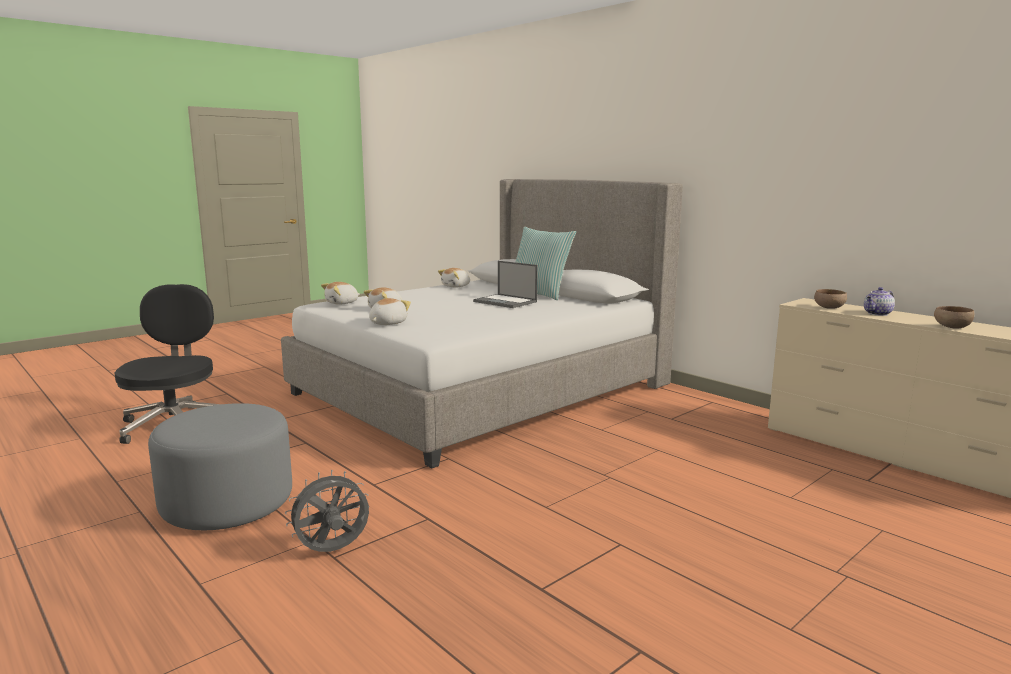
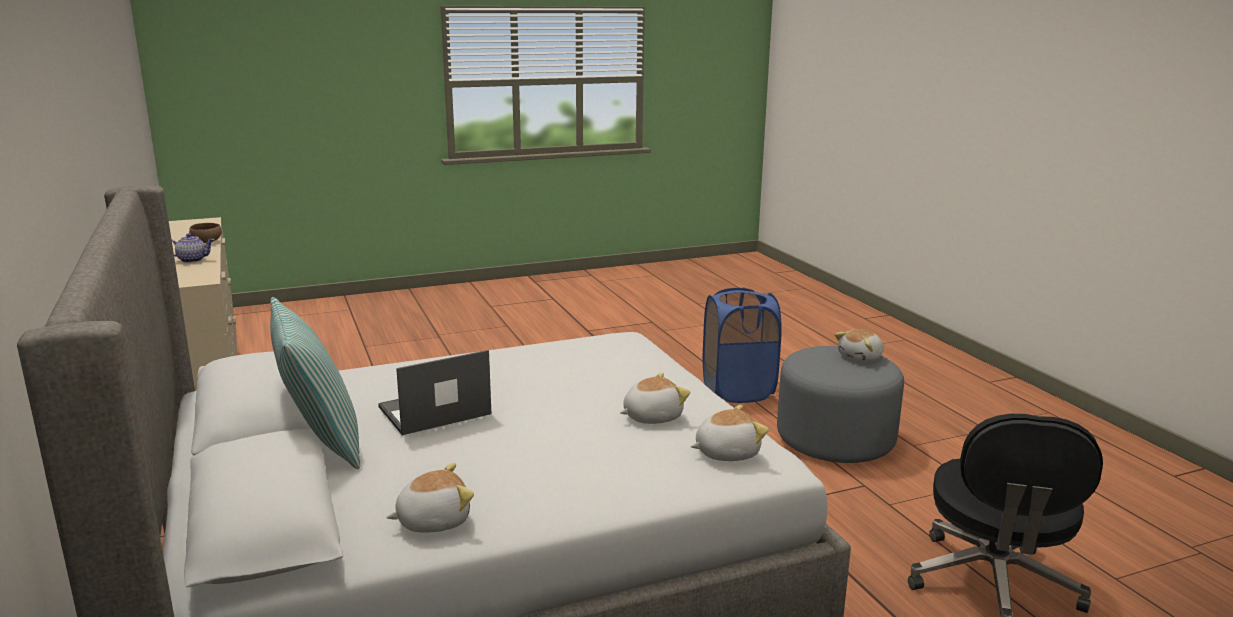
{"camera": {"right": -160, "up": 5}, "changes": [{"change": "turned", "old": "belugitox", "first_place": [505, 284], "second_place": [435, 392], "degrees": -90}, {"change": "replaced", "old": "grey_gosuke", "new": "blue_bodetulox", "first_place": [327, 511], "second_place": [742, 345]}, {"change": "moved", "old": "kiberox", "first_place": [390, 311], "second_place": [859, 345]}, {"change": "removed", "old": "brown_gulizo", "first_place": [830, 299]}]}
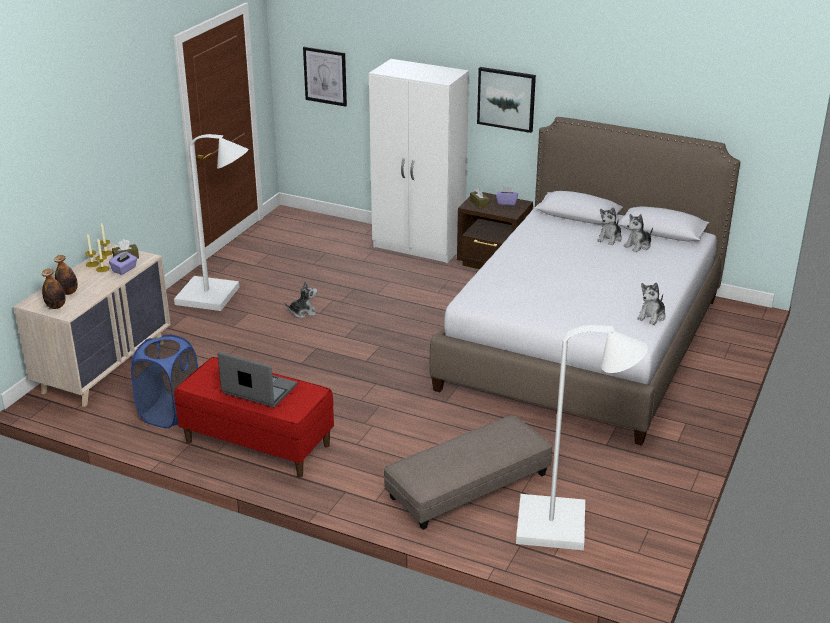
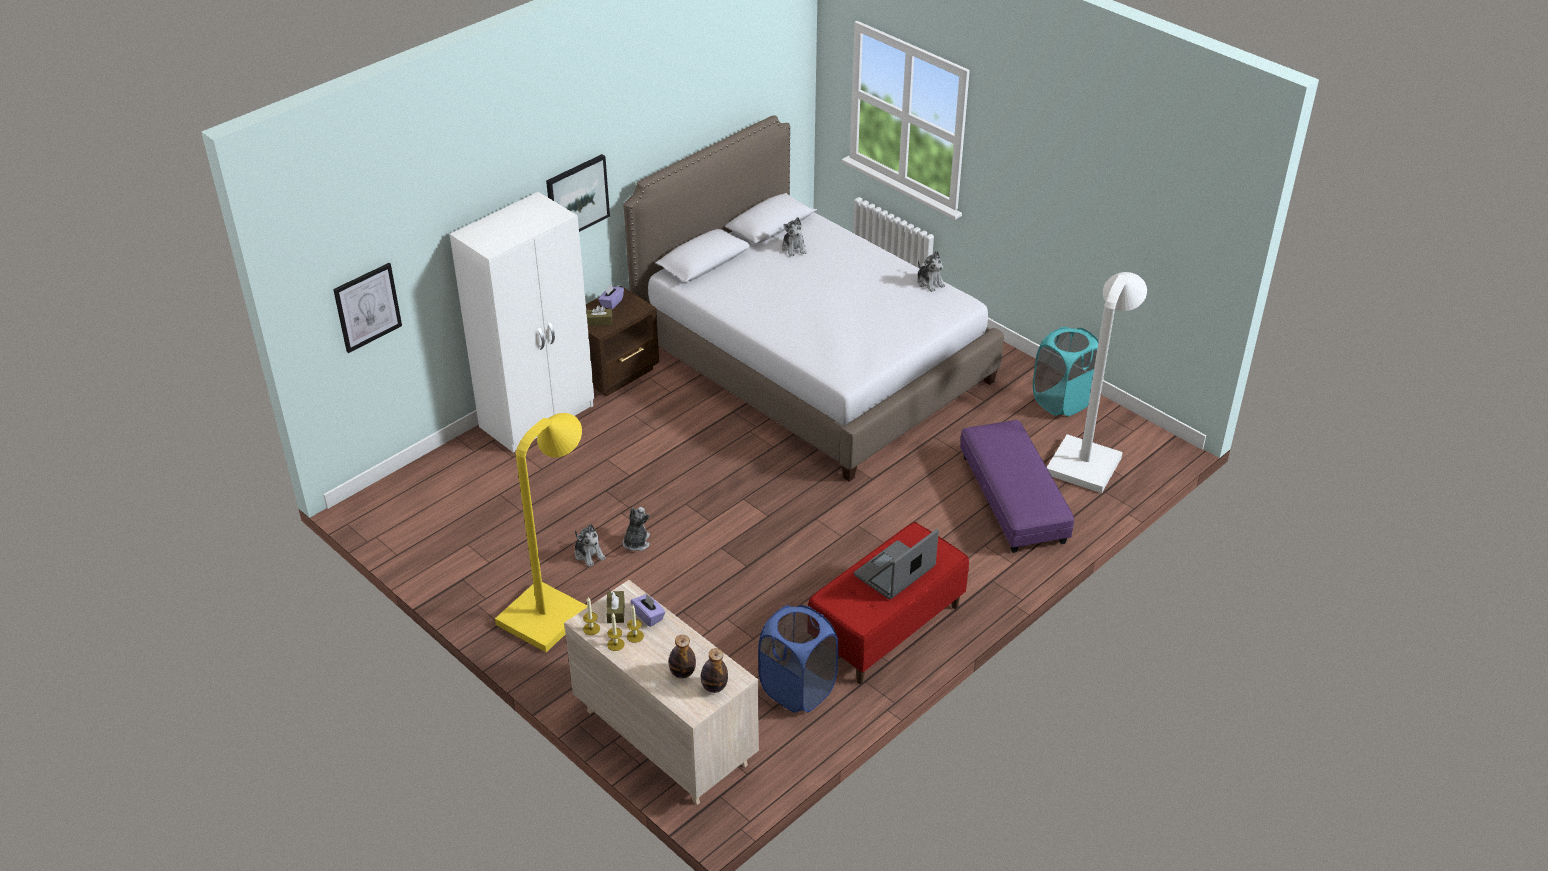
{"camera": {"right": -70, "up": 10}, "changes": [{"change": "recoloured", "old": "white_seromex", "new": "yellow_seromex", "first_place": [211, 222], "second_place": [541, 532]}, {"change": "moved", "old": "kiberox", "first_place": [609, 226], "second_place": [590, 545]}, {"change": "recoloured", "old": "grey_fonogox", "new": "purple_fonogox", "first_place": [468, 472], "second_place": [1017, 486]}, {"change": "added", "new": "turquoise_bodetulox", "second_place": [1066, 371]}]}
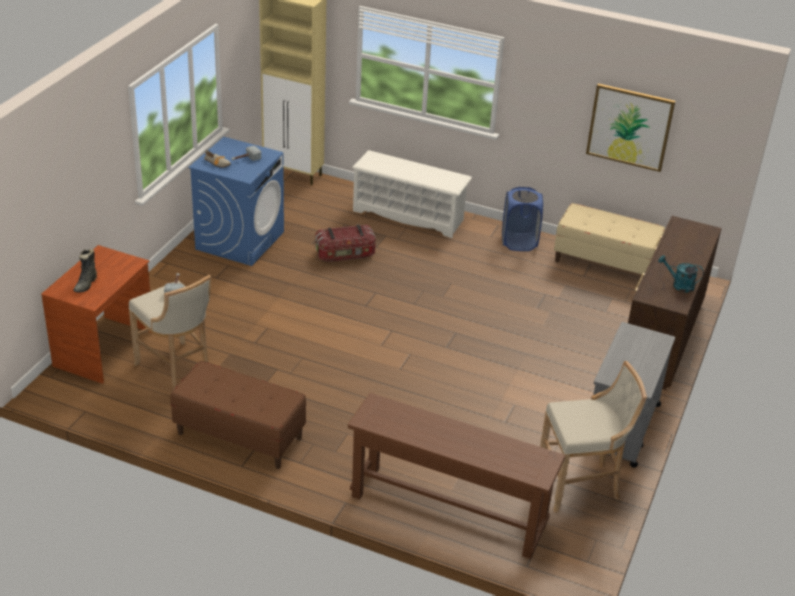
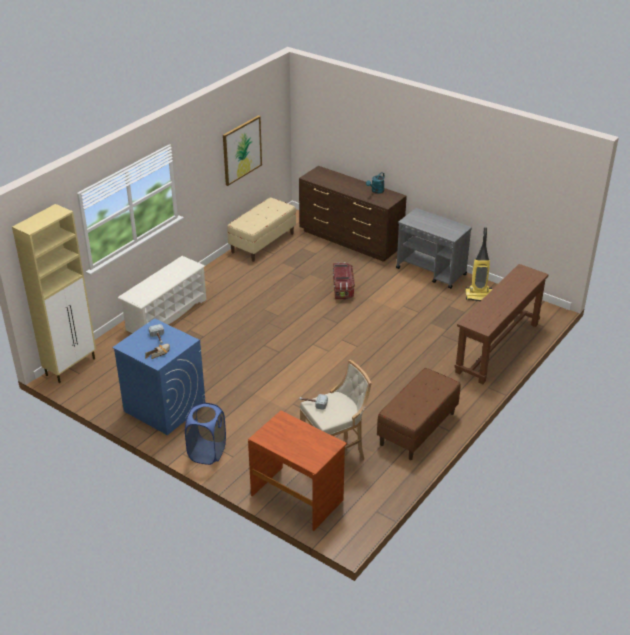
{"camera": {"right": -75, "up": 0}, "changes": [{"change": "moved", "old": "blue_bodetulox", "first_place": [522, 219], "second_place": [205, 434]}, {"change": "moved", "old": "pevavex", "first_place": [345, 243], "second_place": [344, 280]}, {"change": "replaced", "old": "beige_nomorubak", "new": "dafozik", "first_place": [593, 436], "second_place": [478, 264]}, {"change": "removed", "old": "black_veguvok", "first_place": [85, 271]}]}
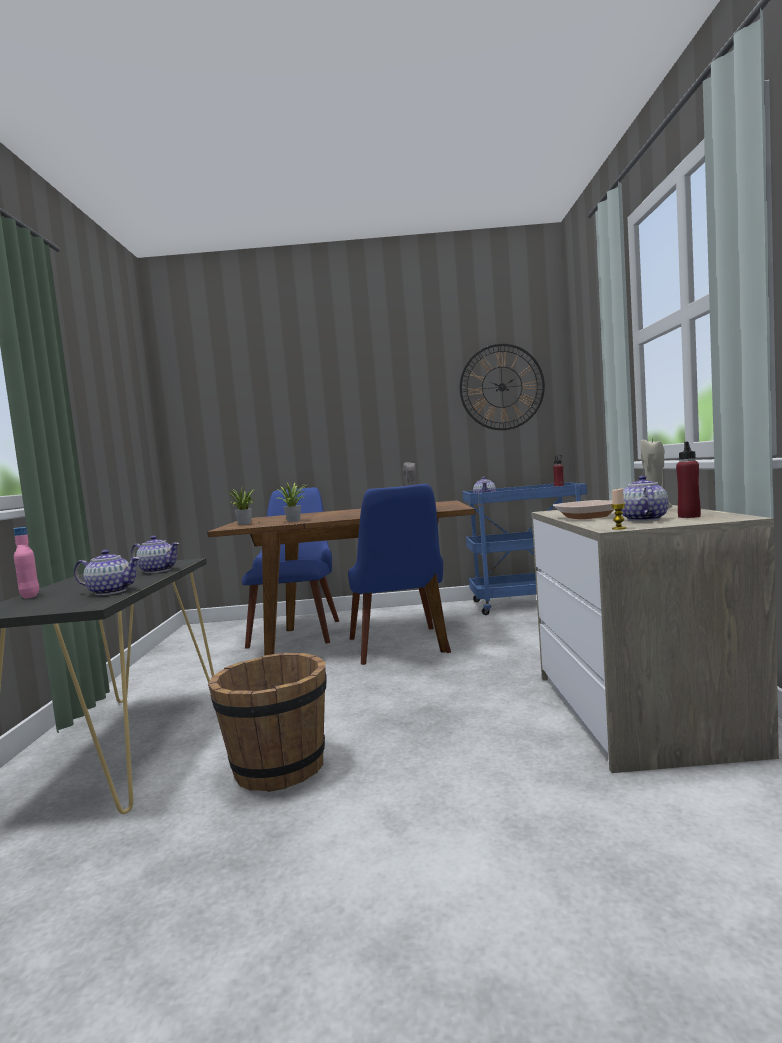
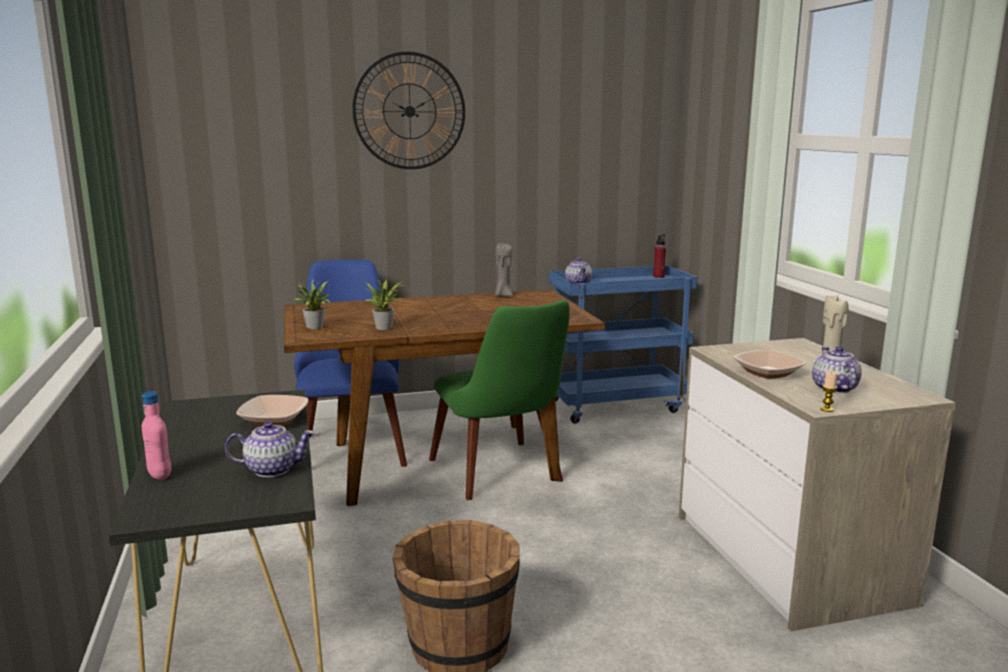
{"camera": {"right": -15, "up": 10}, "changes": [{"change": "replaced", "old": "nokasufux", "new": "gulizo", "first_place": [155, 554], "second_place": [272, 410]}, {"change": "moved", "old": "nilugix", "first_place": [502, 387], "second_place": [408, 110]}, {"change": "recoloured", "old": "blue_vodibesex", "new": "green_vodibesex", "first_place": [399, 574], "second_place": [499, 400]}, {"change": "removed", "old": "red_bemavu", "first_place": [688, 479]}]}
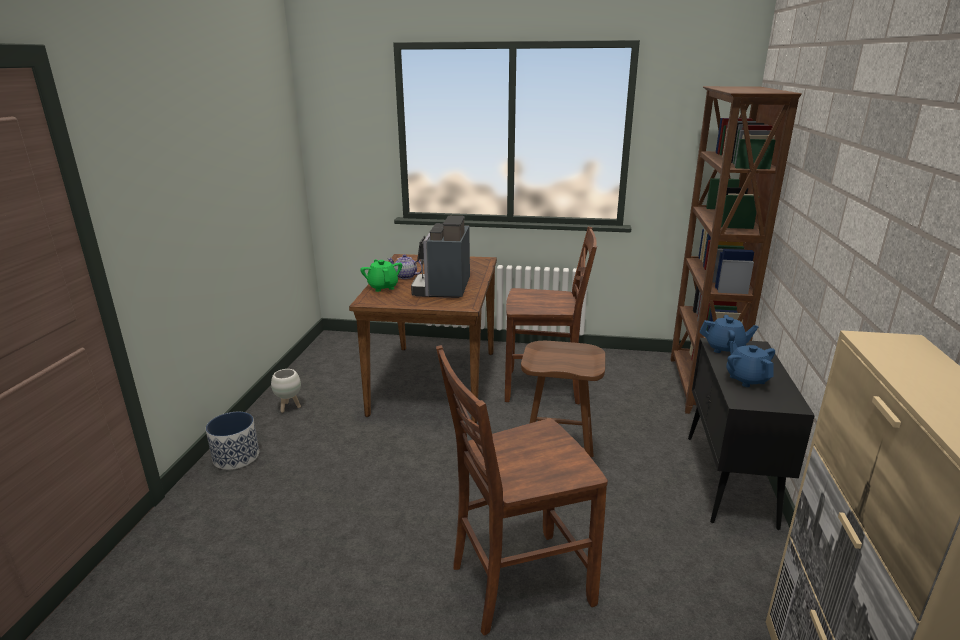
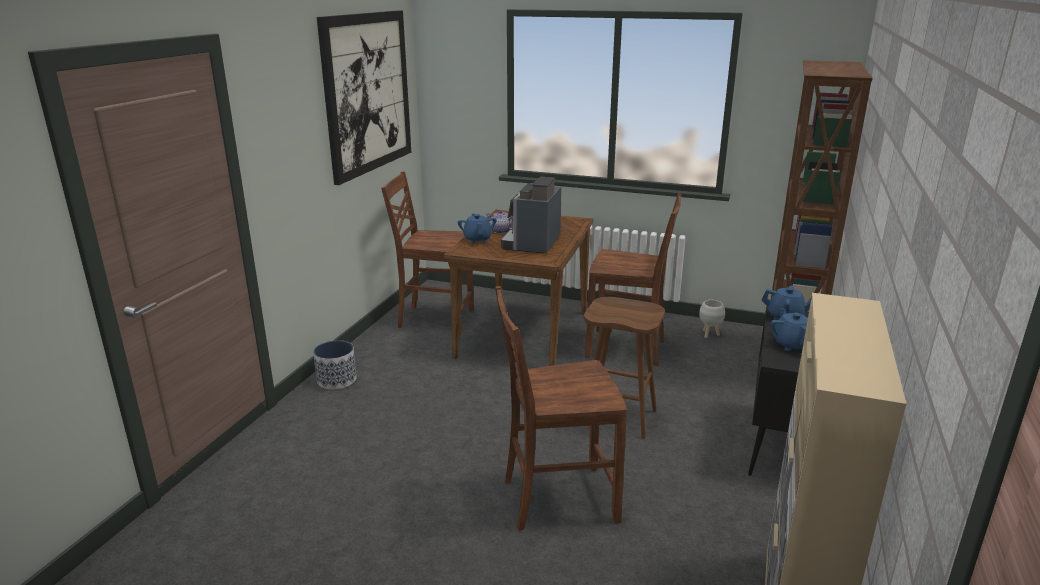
{"camera": {"right": 10, "up": 0}, "changes": [{"change": "added", "new": "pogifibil", "second_place": [364, 97]}, {"change": "added", "new": "brown_vodibesex", "second_place": [427, 253]}, {"change": "recoloured", "old": "green_nokasufux", "new": "blue_nokasufux", "first_place": [381, 275], "second_place": [477, 228]}, {"change": "moved", "old": "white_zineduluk", "first_place": [286, 391], "second_place": [712, 319]}]}
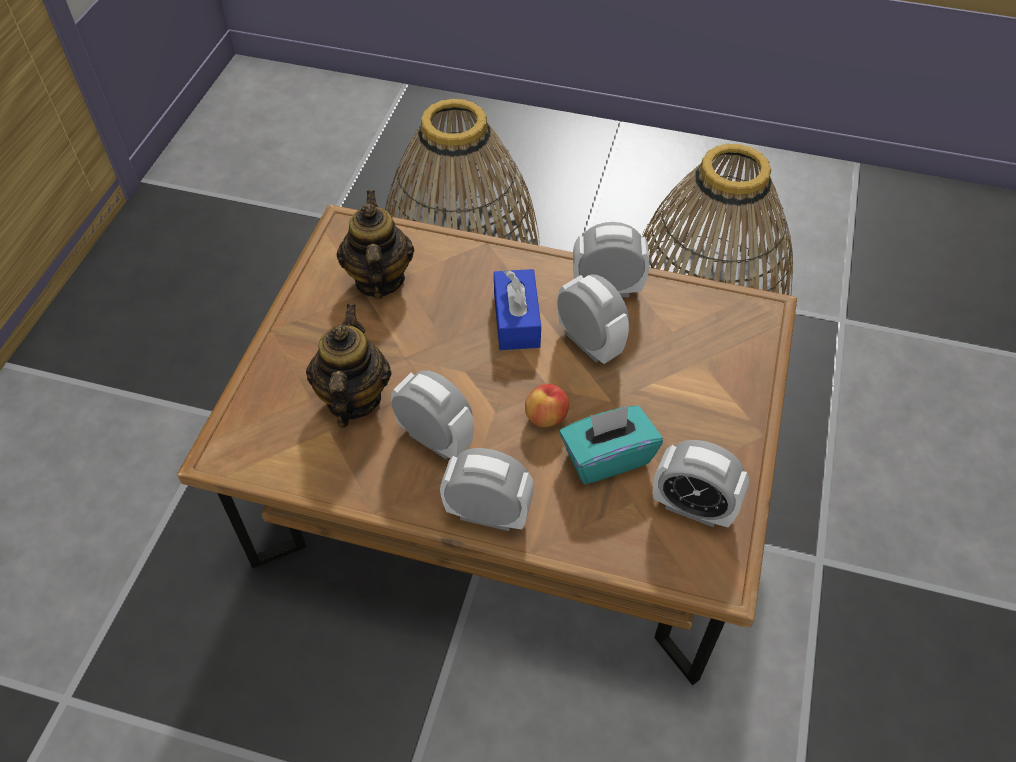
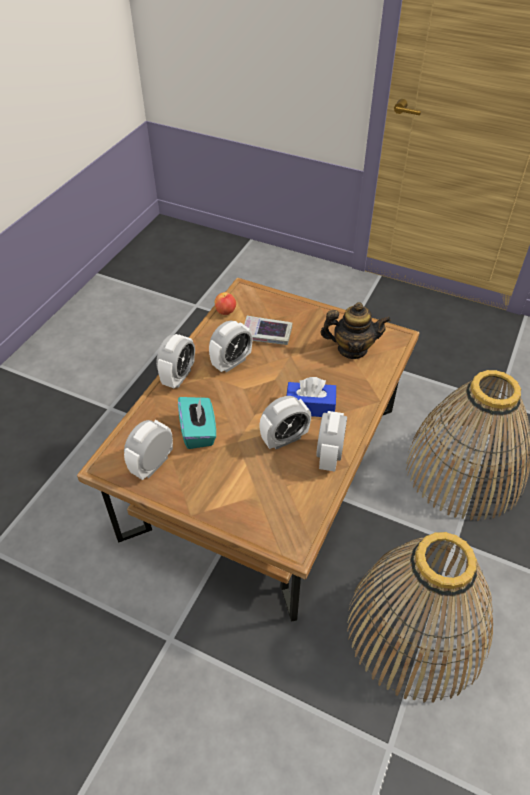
{"camera": {"right": 100, "up": -5}, "changes": [{"change": "moved", "old": "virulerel", "first_place": [547, 405], "second_place": [225, 303]}, {"change": "replaced", "old": "nokasufux", "new": "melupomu", "first_place": [348, 366], "second_place": [268, 330]}]}
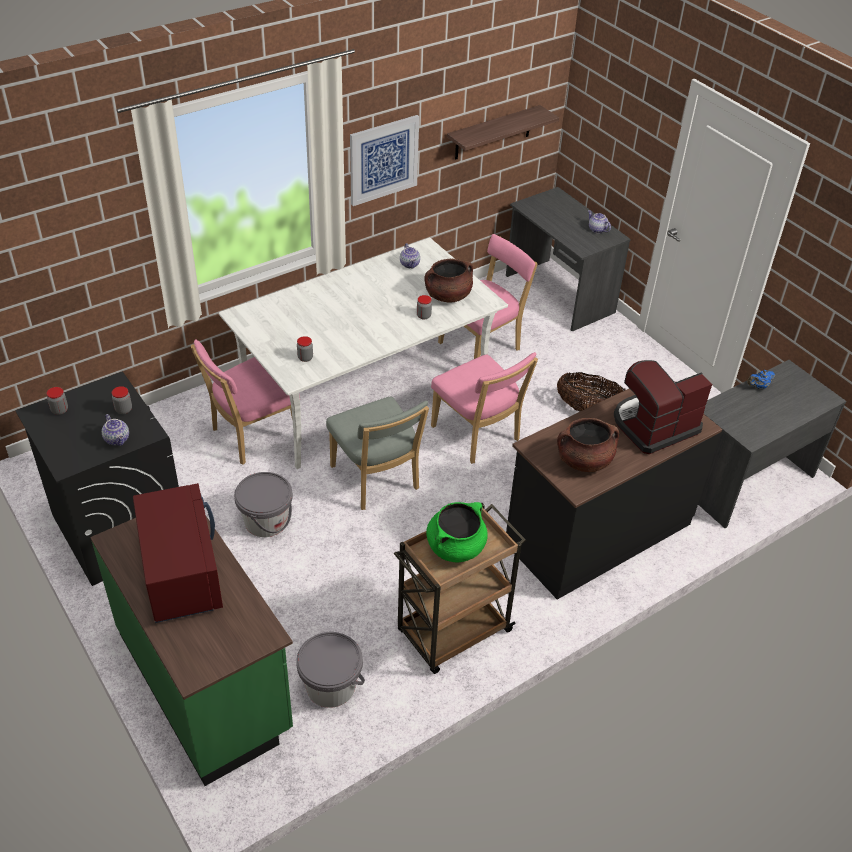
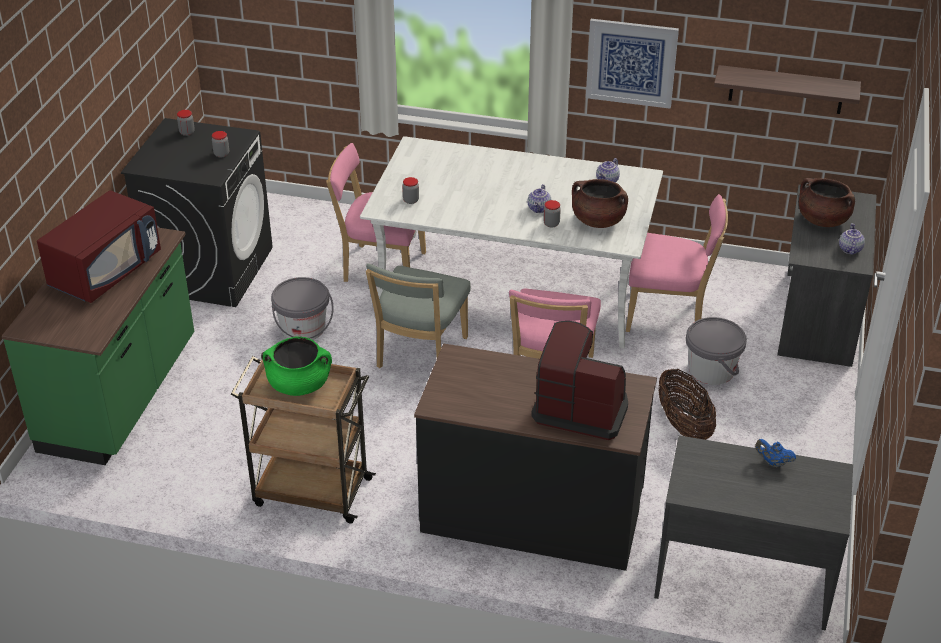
{"camera": {"right": 50, "up": -5}, "changes": [{"change": "moved", "old": "nokasufux", "first_place": [115, 430], "second_place": [539, 198]}, {"change": "moved", "old": "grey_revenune", "first_place": [330, 670], "second_place": [716, 351]}, {"change": "moved", "old": "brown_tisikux", "first_place": [588, 445], "second_place": [827, 202]}]}
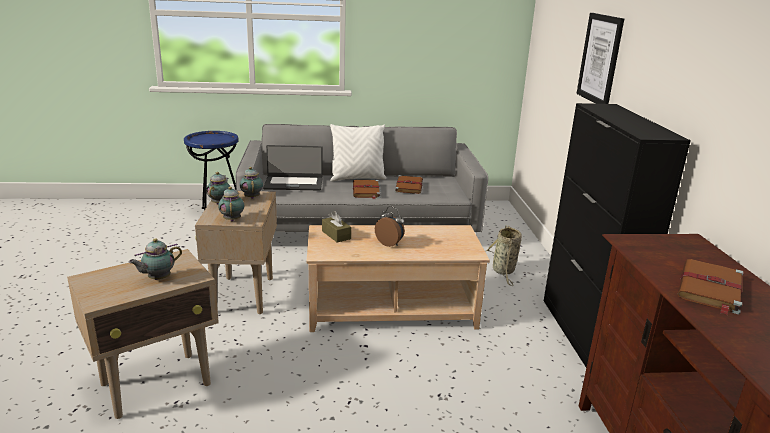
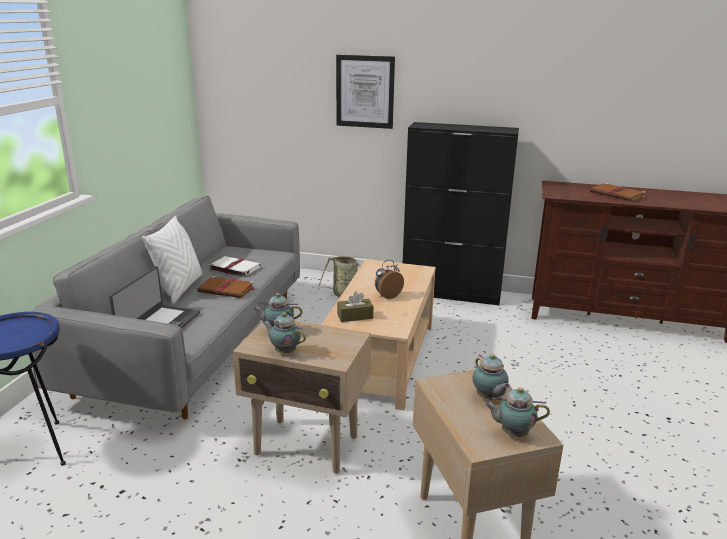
{"camera": {"right": -70, "up": 0}, "changes": [{"change": "recoloured", "old": "brown_melupomu", "new": "white_melupomu", "first_place": [409, 184], "second_place": [235, 266]}, {"change": "moved", "old": "nokasufux", "first_place": [231, 204], "second_place": [517, 412]}]}
